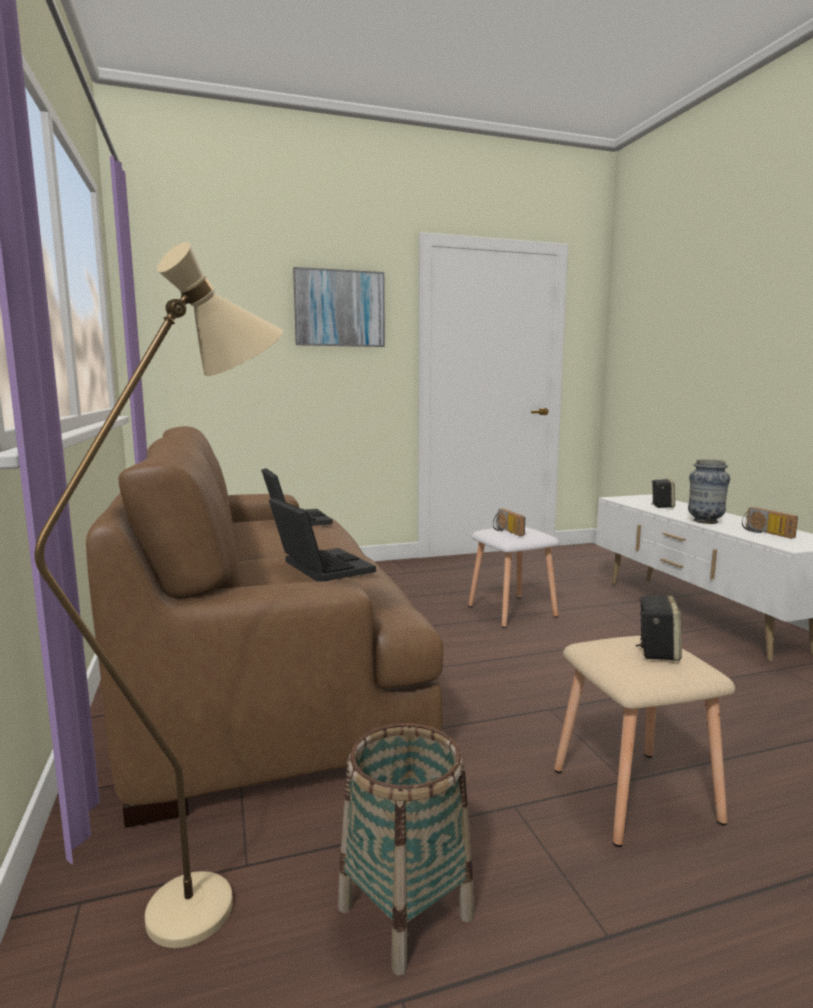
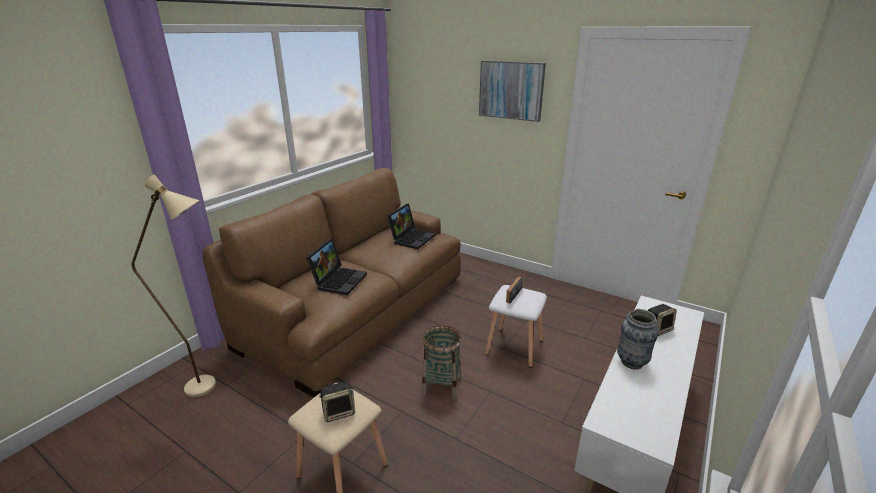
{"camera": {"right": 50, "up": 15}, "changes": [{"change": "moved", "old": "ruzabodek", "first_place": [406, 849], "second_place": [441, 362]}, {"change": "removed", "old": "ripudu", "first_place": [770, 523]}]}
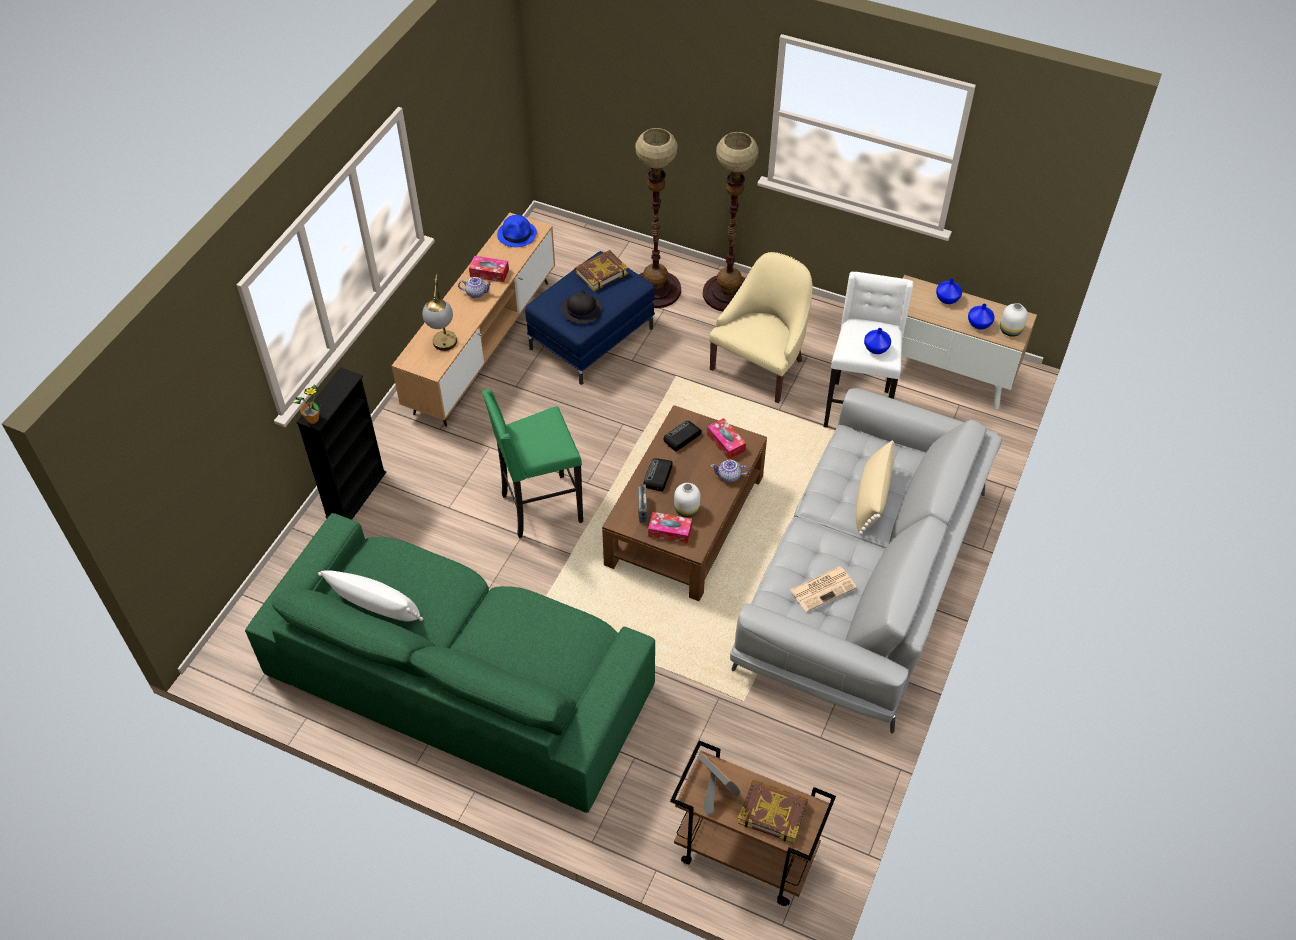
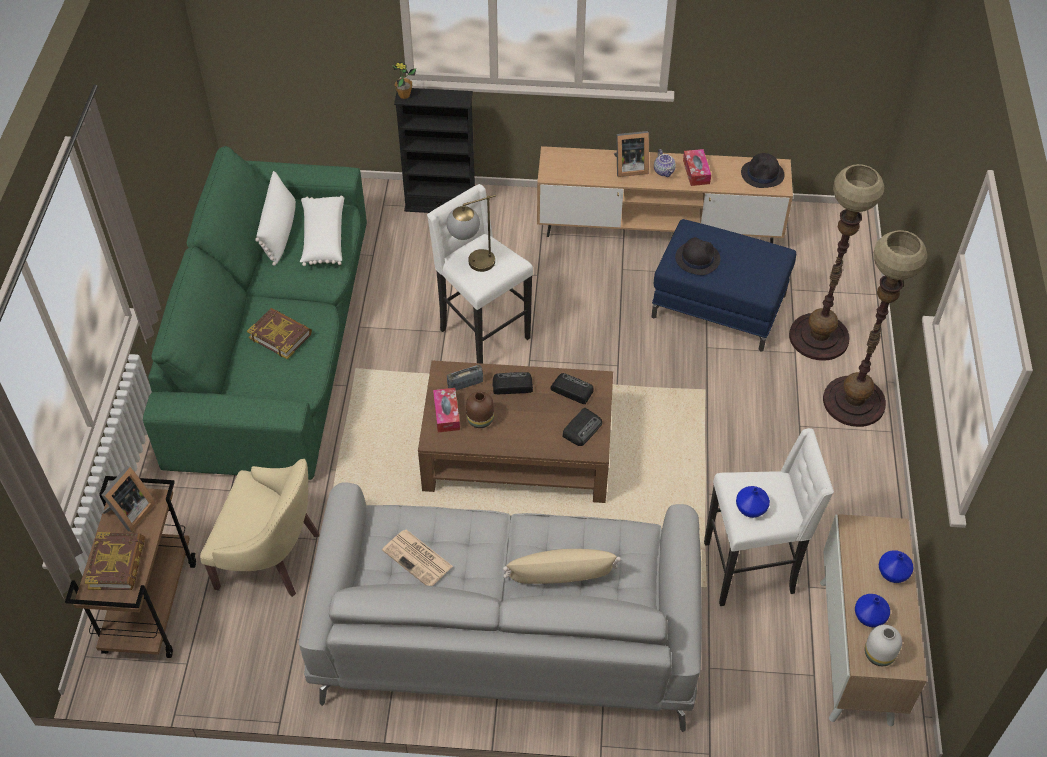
{"camera": {"right": 70, "up": 0}, "changes": [{"change": "moved", "old": "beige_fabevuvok", "first_place": [761, 327], "second_place": [259, 528]}, {"change": "moved", "old": "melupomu", "first_place": [601, 270], "second_place": [279, 333]}, {"change": "added", "new": "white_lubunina", "second_place": [322, 231]}, {"change": "recoloured", "old": "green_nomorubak", "new": "white_nomorubak", "first_place": [532, 463], "second_place": [480, 274]}, {"change": "moved", "old": "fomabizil", "first_place": [439, 313], "second_place": [471, 233]}, {"change": "recoloured", "old": "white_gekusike", "new": "brown_gekusike", "first_place": [687, 500], "second_place": [480, 409]}, {"change": "replaced", "old": "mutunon", "new": "ripudu", "first_place": [726, 439], "second_place": [582, 427]}, {"change": "added", "new": "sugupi", "second_place": [631, 154]}, {"change": "recoloured", "old": "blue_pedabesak", "new": "black_pedabesak", "first_place": [517, 231], "second_place": [762, 170]}, {"change": "removed", "old": "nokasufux", "first_place": [730, 471]}]}
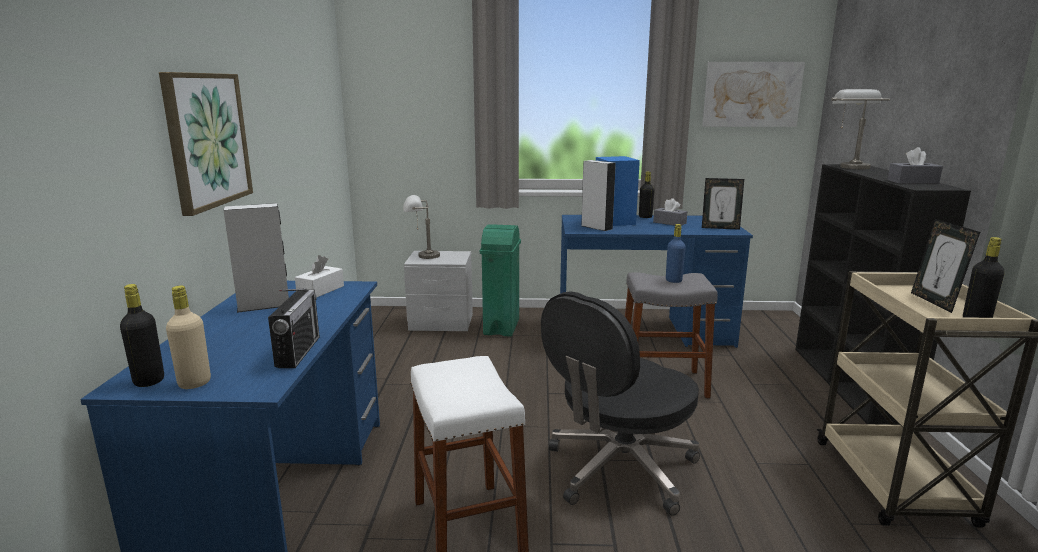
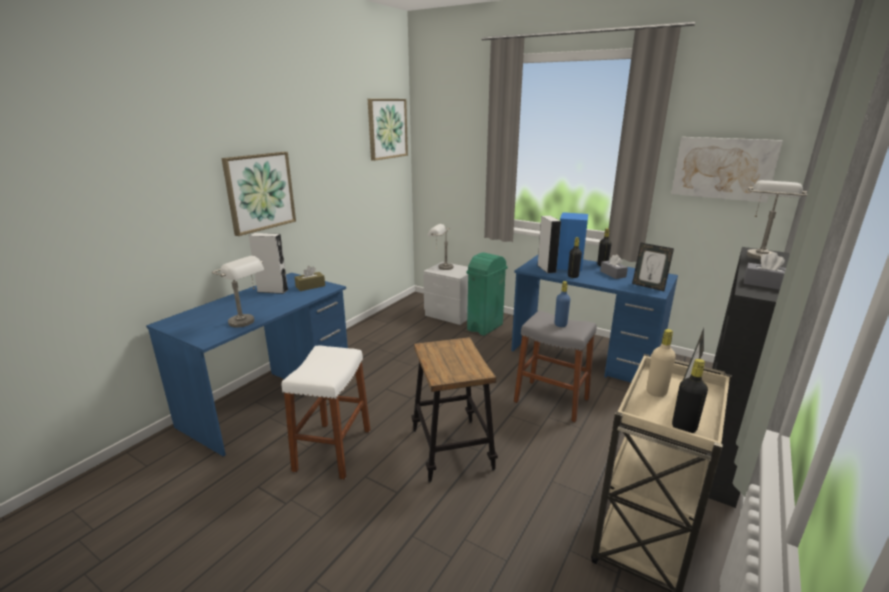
{"camera": {"right": 30, "up": 5}, "changes": [{"change": "replaced", "old": "ripudu", "new": "grey_fomabizil", "first_place": [294, 328], "second_place": [238, 291]}, {"change": "recoloured", "old": "white_mutunon", "new": "brown_mutunon", "first_place": [319, 276], "second_place": [309, 278]}, {"change": "added", "new": "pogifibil", "second_place": [388, 130]}, {"change": "replaced", "old": "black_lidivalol", "new": "nomorubak", "first_place": [620, 403], "second_place": [454, 409]}, {"change": "moved", "old": "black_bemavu", "first_place": [142, 335], "second_place": [575, 257]}, {"change": "moved", "old": "beige_bemavu", "first_place": [188, 337], "second_place": [661, 363]}]}
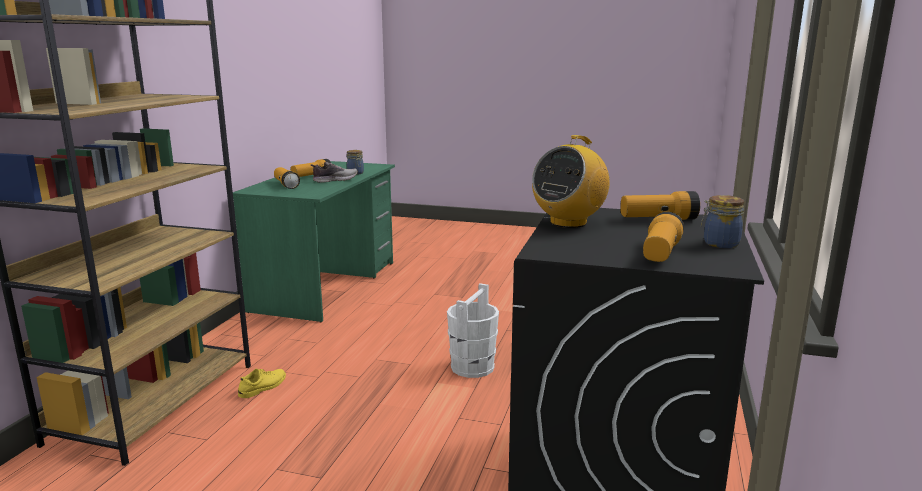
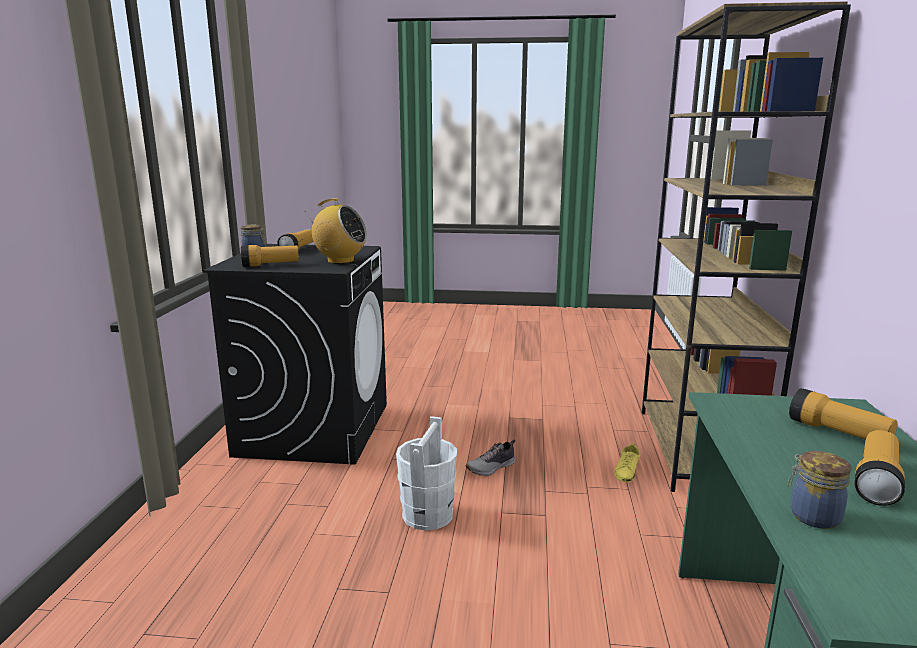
{"camera": {"right": 170, "up": 0}, "changes": [{"change": "turned", "old": "ripudu", "first_place": [571, 181], "second_place": [336, 231], "degrees": 75}, {"change": "moved", "old": "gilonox", "first_place": [334, 172], "second_place": [491, 458]}]}
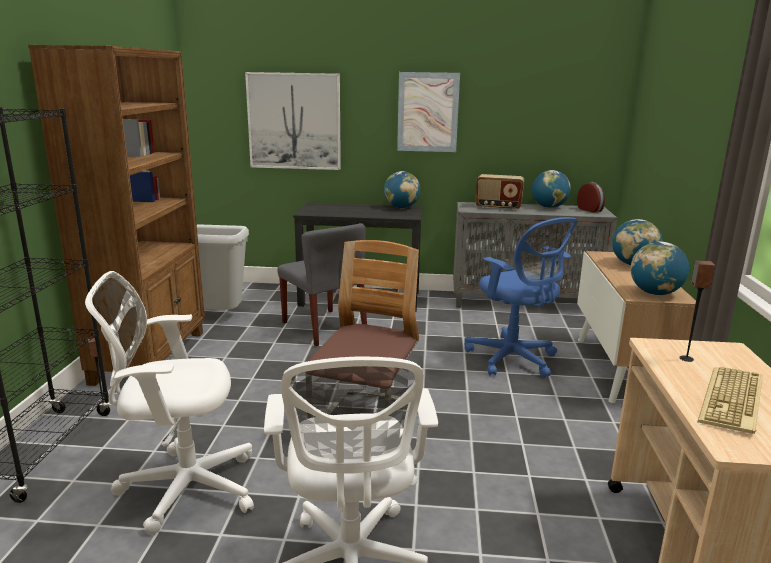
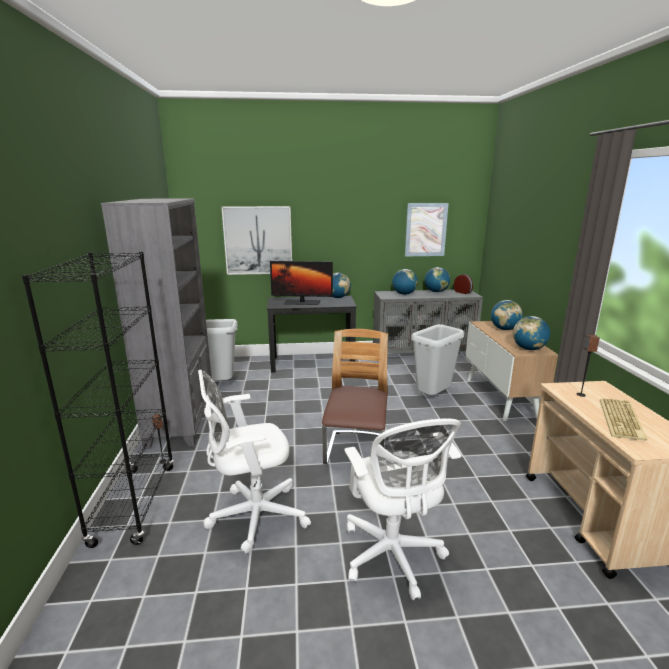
{"camera": {"right": -10, "up": 0}, "changes": [{"change": "recoloured", "old": "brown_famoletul", "new": "grey_famoletul", "first_place": [116, 215], "second_place": [156, 323]}, {"change": "added", "new": "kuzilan", "second_place": [301, 283]}, {"change": "replaced", "old": "ripudu", "new": "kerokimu", "first_place": [500, 192], "second_place": [405, 282]}, {"change": "moved", "old": "pogifibil", "first_place": [428, 112], "second_place": [427, 229]}, {"change": "replaced", "old": "blue_lidivalol", "new": "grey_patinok", "first_place": [521, 297], "second_place": [437, 359]}, {"change": "removed", "old": "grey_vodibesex", "first_place": [322, 284]}]}
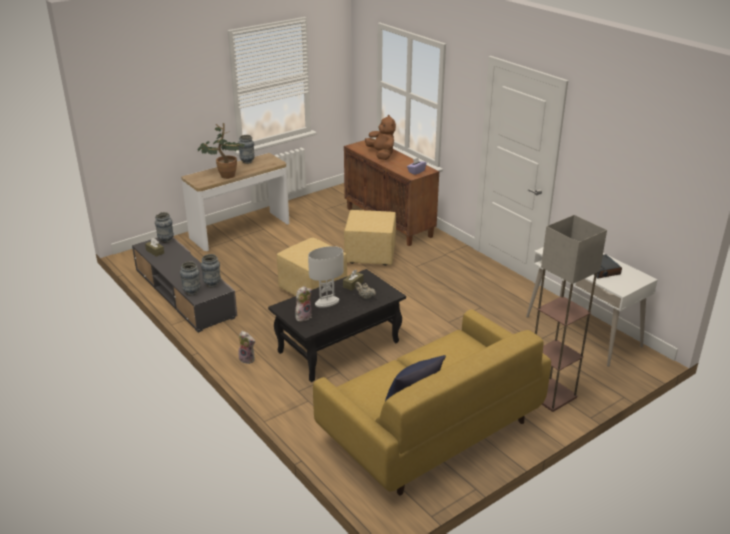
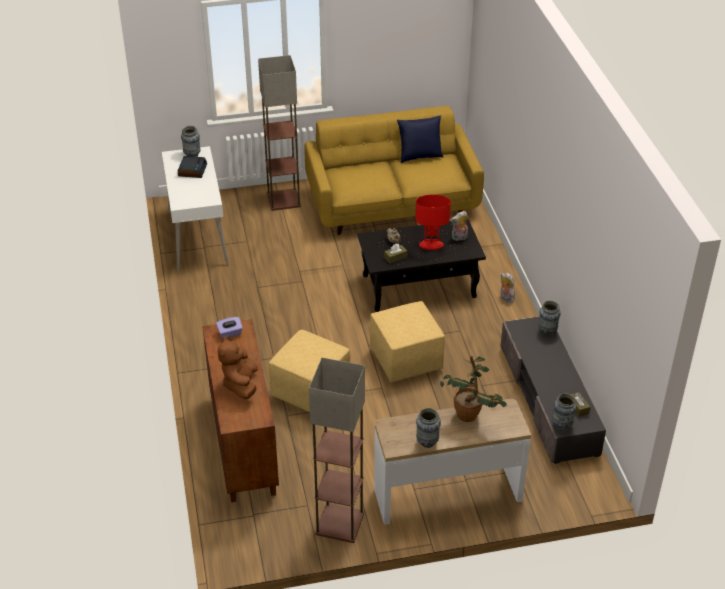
{"camera": {"right": -155, "up": 10}, "changes": [{"change": "moved", "old": "gekusike", "first_place": [211, 270], "second_place": [191, 141]}, {"change": "added", "new": "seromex", "second_place": [337, 450]}, {"change": "recoloured", "old": "white_fomabizil", "new": "red_fomabizil", "first_place": [326, 277], "second_place": [433, 222]}]}
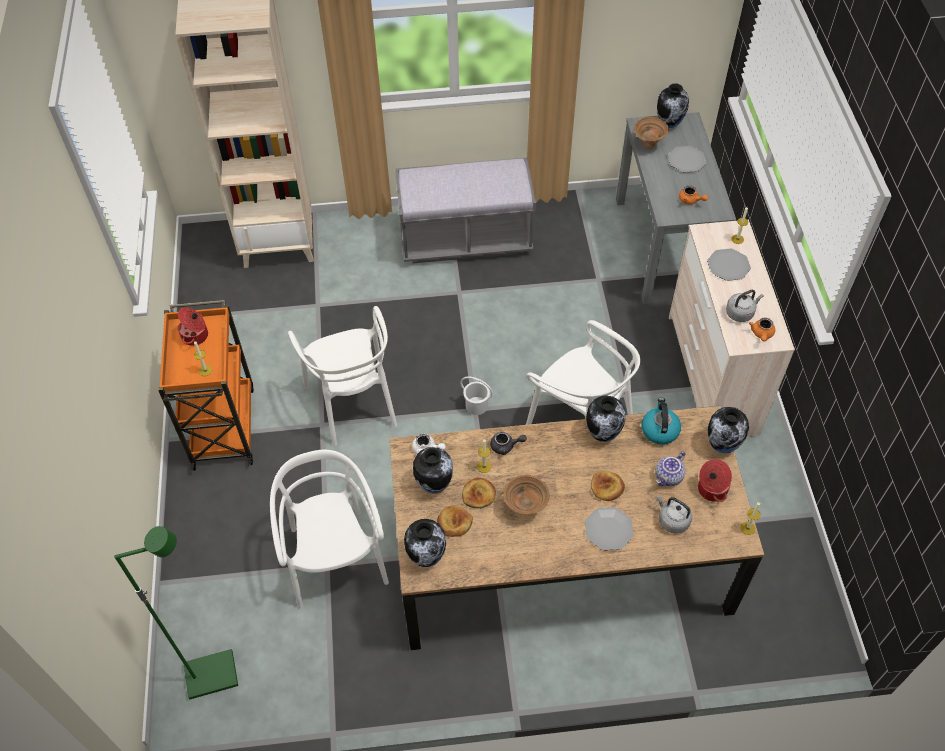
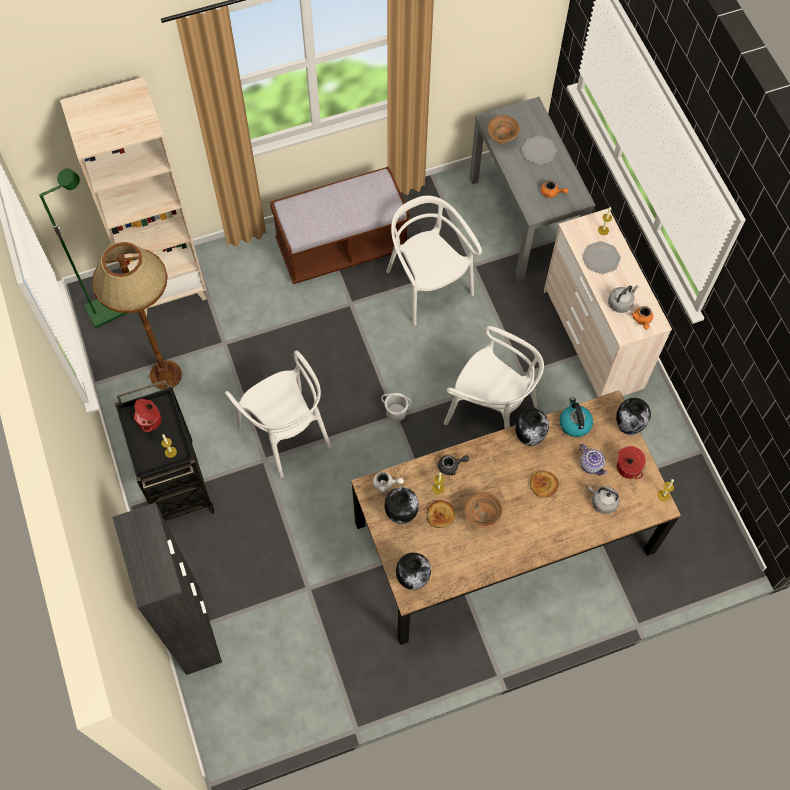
{"camera": {"right": -15, "up": 10}, "changes": [{"change": "moved", "old": "green_seromex", "first_place": [176, 613], "second_place": [83, 248]}, {"change": "added", "new": "brown_seromex", "second_place": [137, 316]}, {"change": "added", "new": "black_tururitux", "second_place": [167, 589]}, {"change": "recoloured", "old": "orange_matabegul", "new": "black_matabegul", "first_place": [206, 385], "second_place": [164, 450]}, {"change": "recoloured", "old": "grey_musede", "new": "brown_musede", "first_place": [465, 210], "second_place": [340, 225]}, {"change": "moved", "old": "white_vodibesex", "first_place": [329, 529], "second_place": [434, 260]}, {"change": "turned", "old": "nokasufux", "first_place": [670, 468], "second_place": [593, 459], "degrees": -60}, {"change": "removed", "old": "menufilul", "first_place": [455, 521]}, {"change": "removed", "old": "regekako", "first_place": [609, 528]}, {"change": "removed", "old": "gekusike", "first_place": [673, 105]}]}
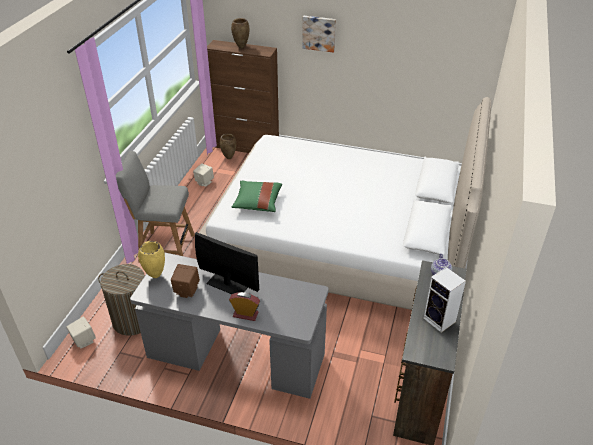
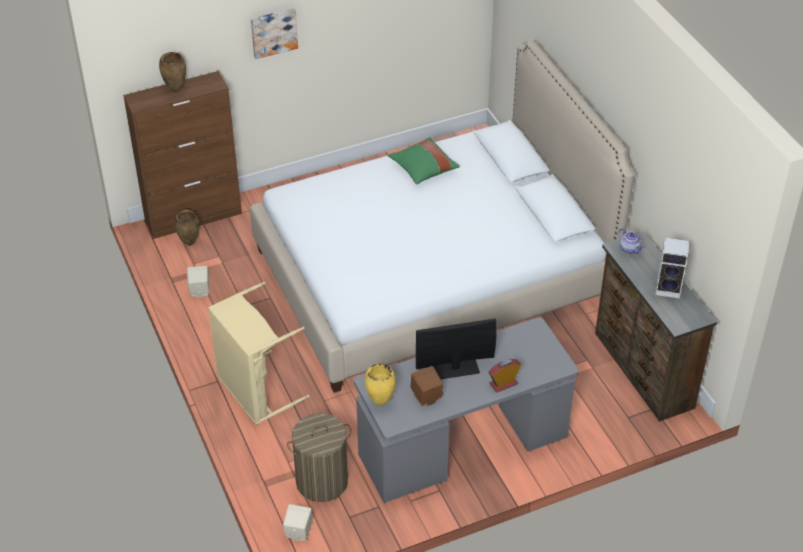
{"camera": {"right": -40, "up": 5}, "changes": [{"change": "replaced", "old": "grey_vodibesex", "new": "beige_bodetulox", "first_place": [155, 207], "second_place": [258, 353]}, {"change": "moved", "old": "green_lubunina", "first_place": [257, 196], "second_place": [424, 161]}]}
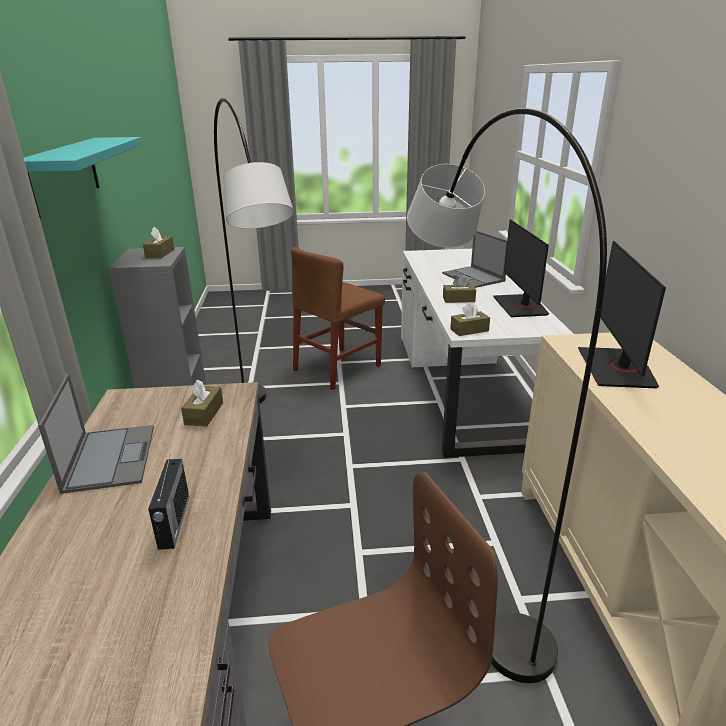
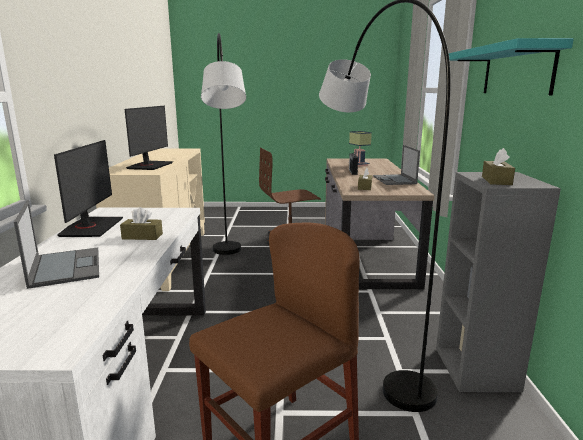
{"camera": {"right": -175, "up": -10}, "changes": [{"change": "added", "new": "fomabizil", "second_place": [360, 149]}, {"change": "removed", "old": "brown_mutunon", "first_place": [470, 319]}]}
